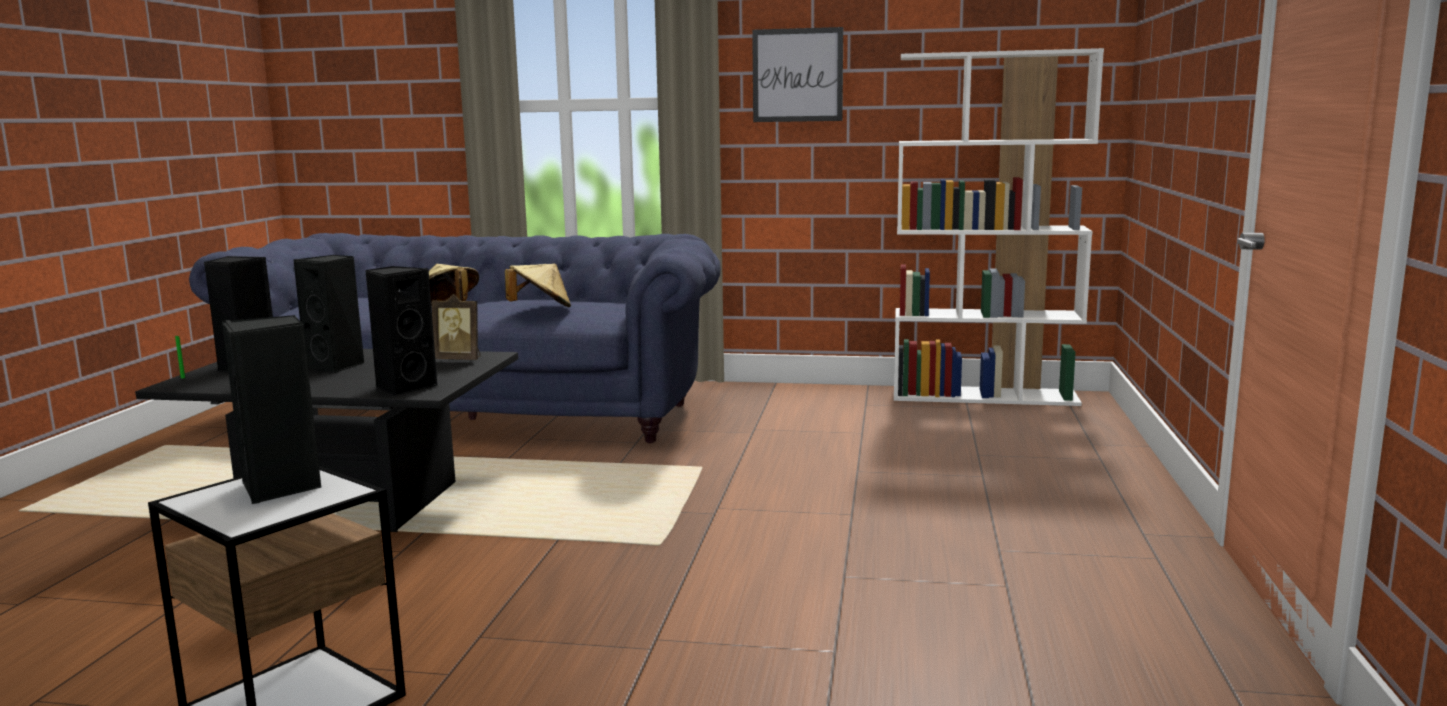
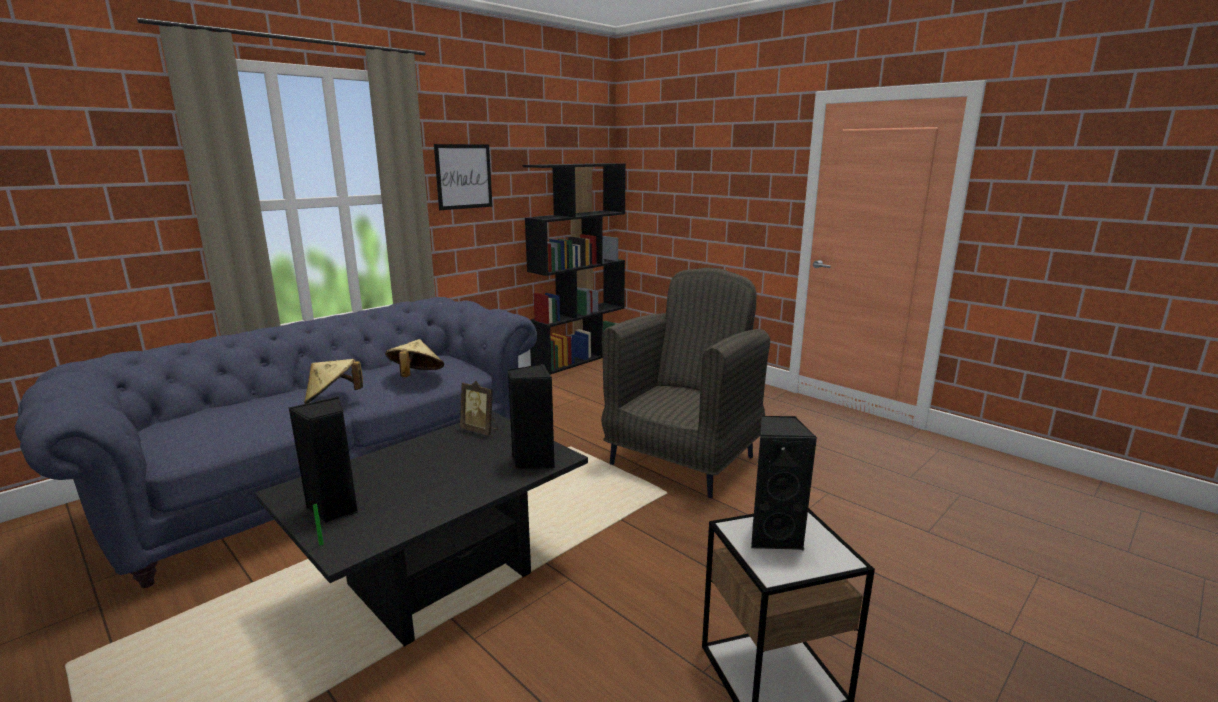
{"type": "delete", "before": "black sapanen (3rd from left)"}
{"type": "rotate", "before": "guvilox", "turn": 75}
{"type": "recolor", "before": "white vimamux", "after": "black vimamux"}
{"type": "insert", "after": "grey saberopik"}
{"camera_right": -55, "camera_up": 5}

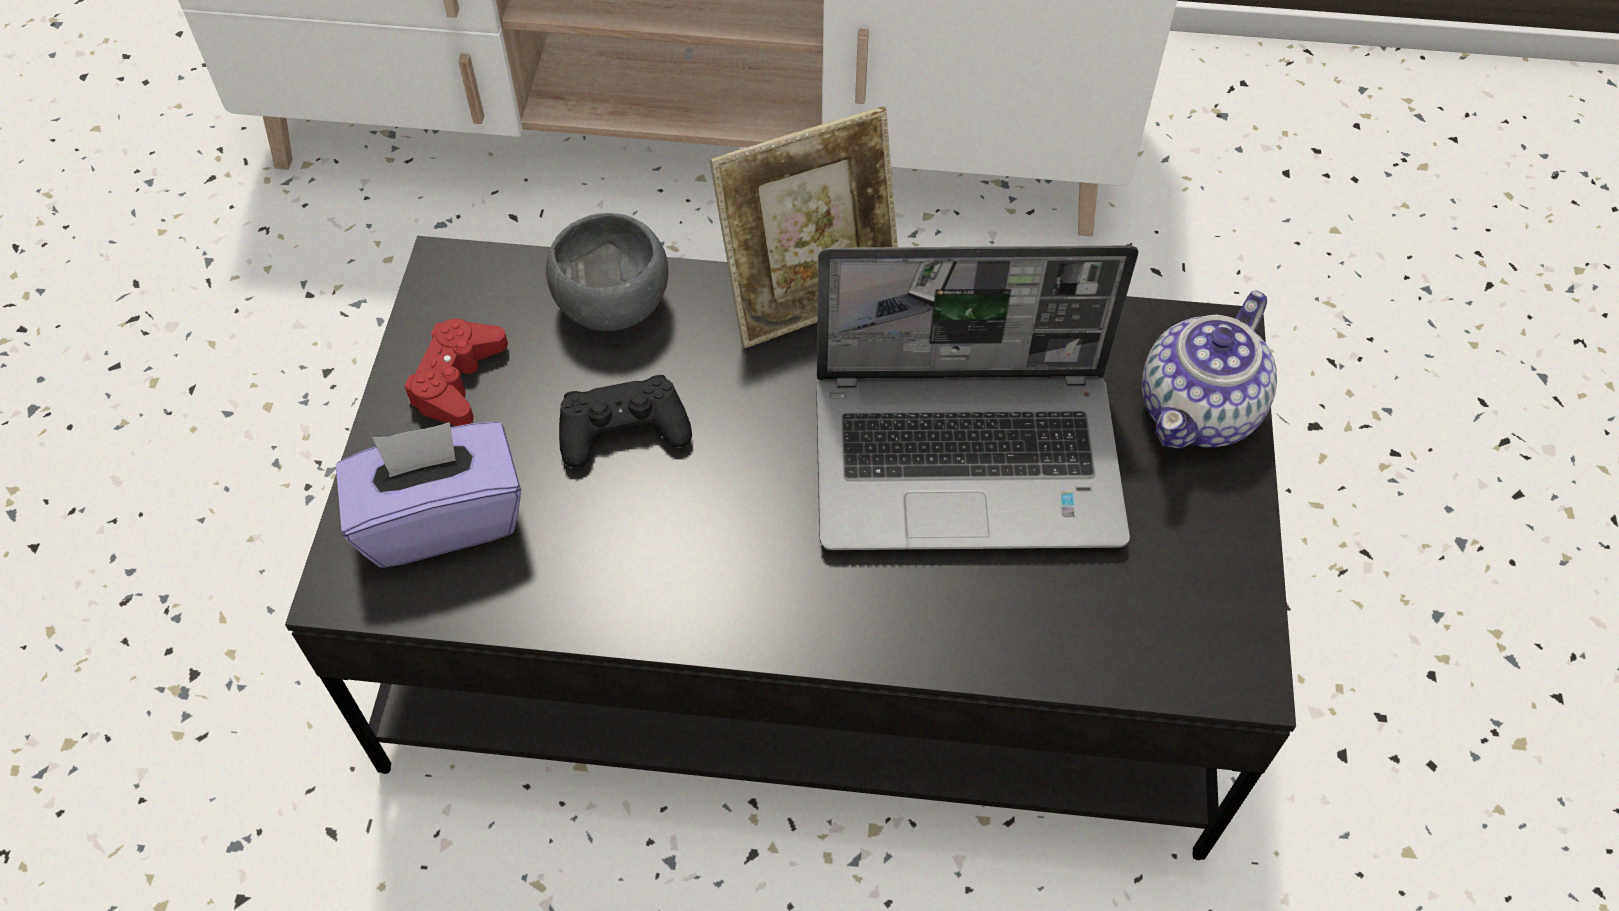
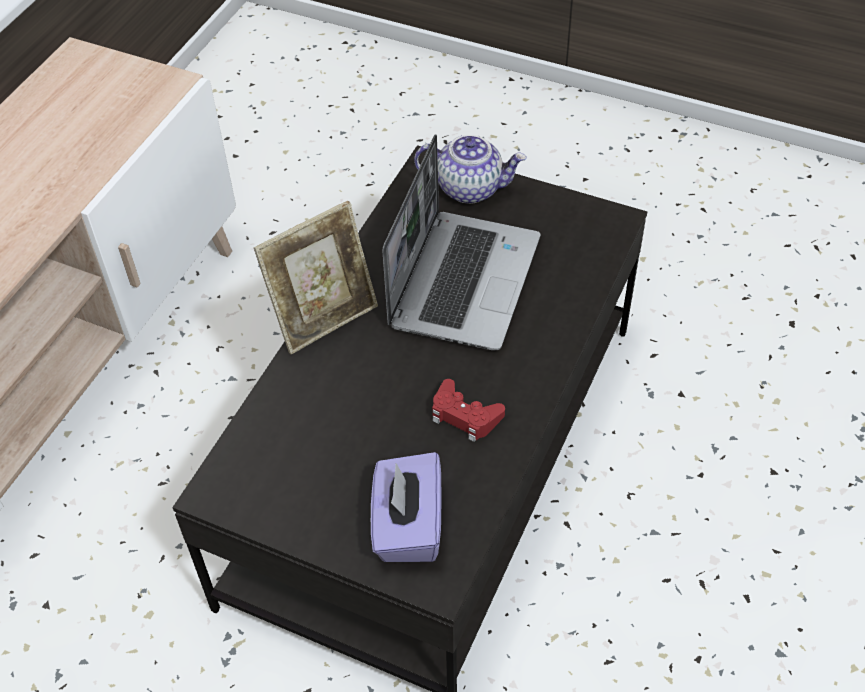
{"type": "move", "before": "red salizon"}
{"type": "delete", "before": "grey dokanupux"}
{"type": "delete", "before": "black salizon"}
{"type": "rotate", "before": "guvilox", "turn": 60}
{"type": "rotate", "before": "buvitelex", "turn": -45}
{"camera_right": -70, "camera_up": -5}

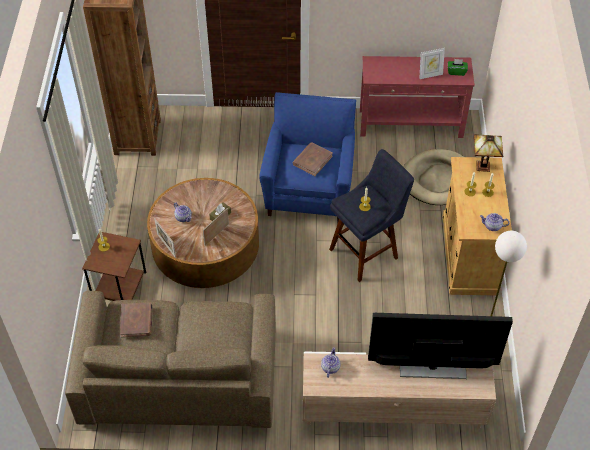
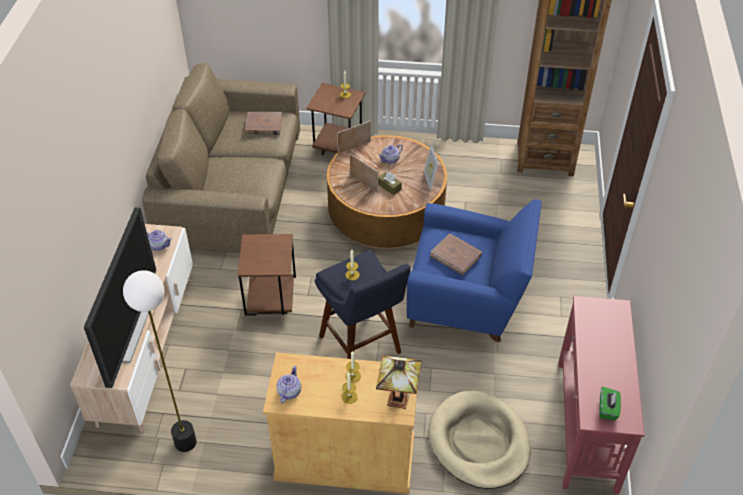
{"type": "move", "before": "guvilox (3rd from left)"}
{"type": "insert", "after": "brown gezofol (1st from left)"}
{"camera_right": 95, "camera_up": -5}

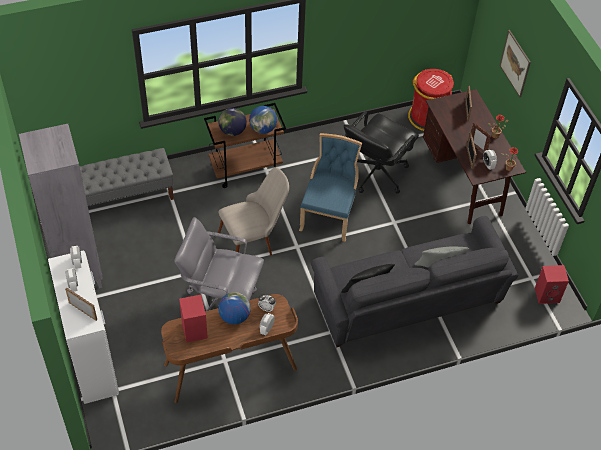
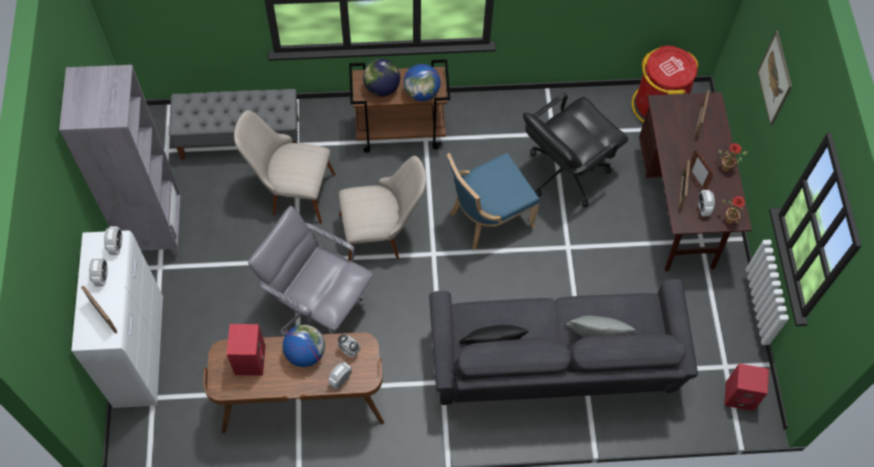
{"type": "rotate", "before": "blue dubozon", "turn": -150}
{"type": "insert", "after": "beige dubozon (1st from left)"}
{"camera_right": 15, "camera_up": 10}

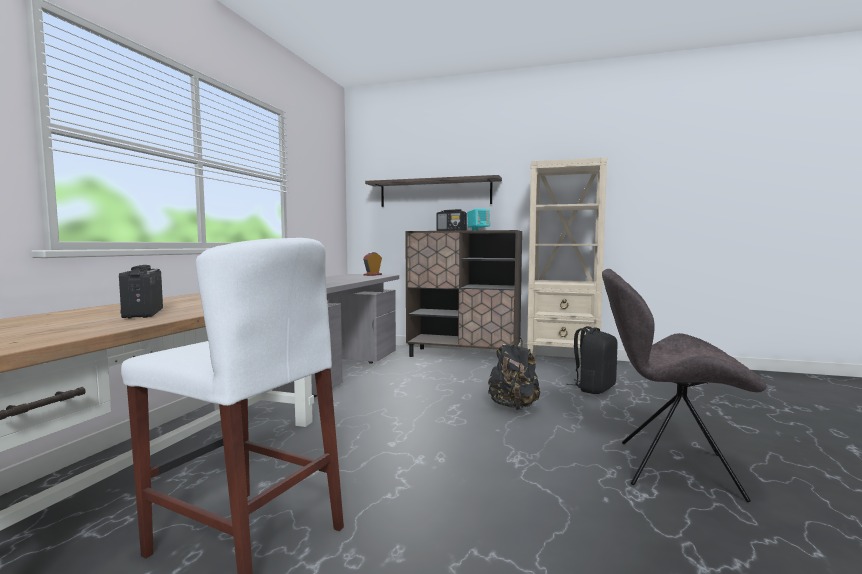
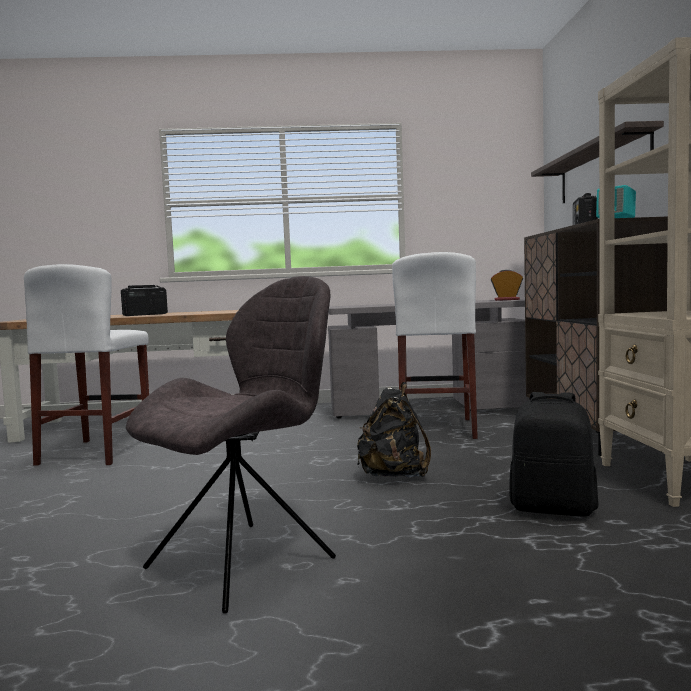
{"type": "rotate", "before": "grey dubozon", "turn": 45}
{"type": "insert", "after": "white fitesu (2nd from left)"}
{"camera_right": 70, "camera_up": 0}

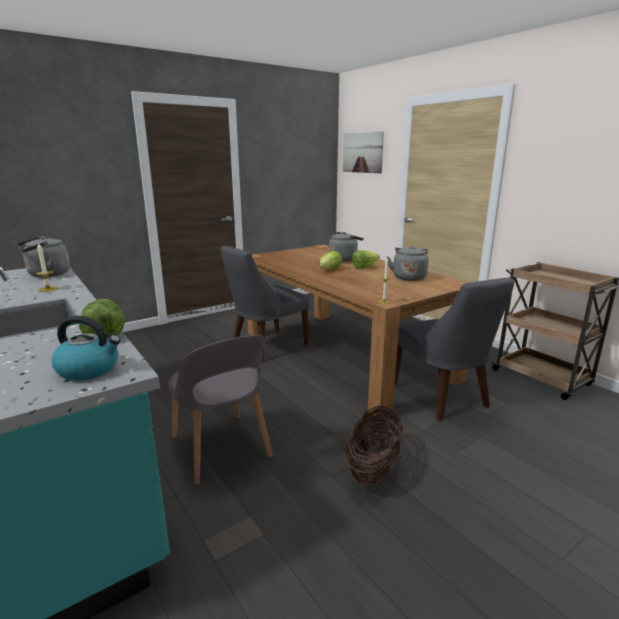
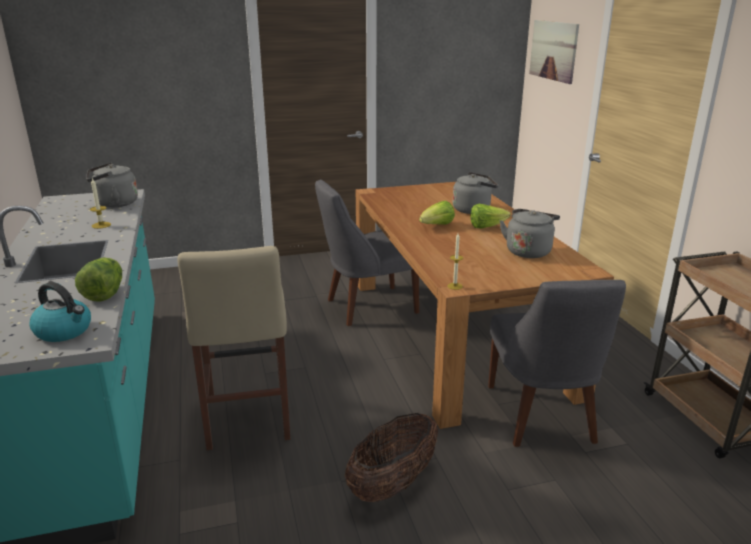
{"type": "replace", "before": "grey dubozon (1st from left)", "after": "beige fitesu"}
{"camera_right": 20, "camera_up": 5}

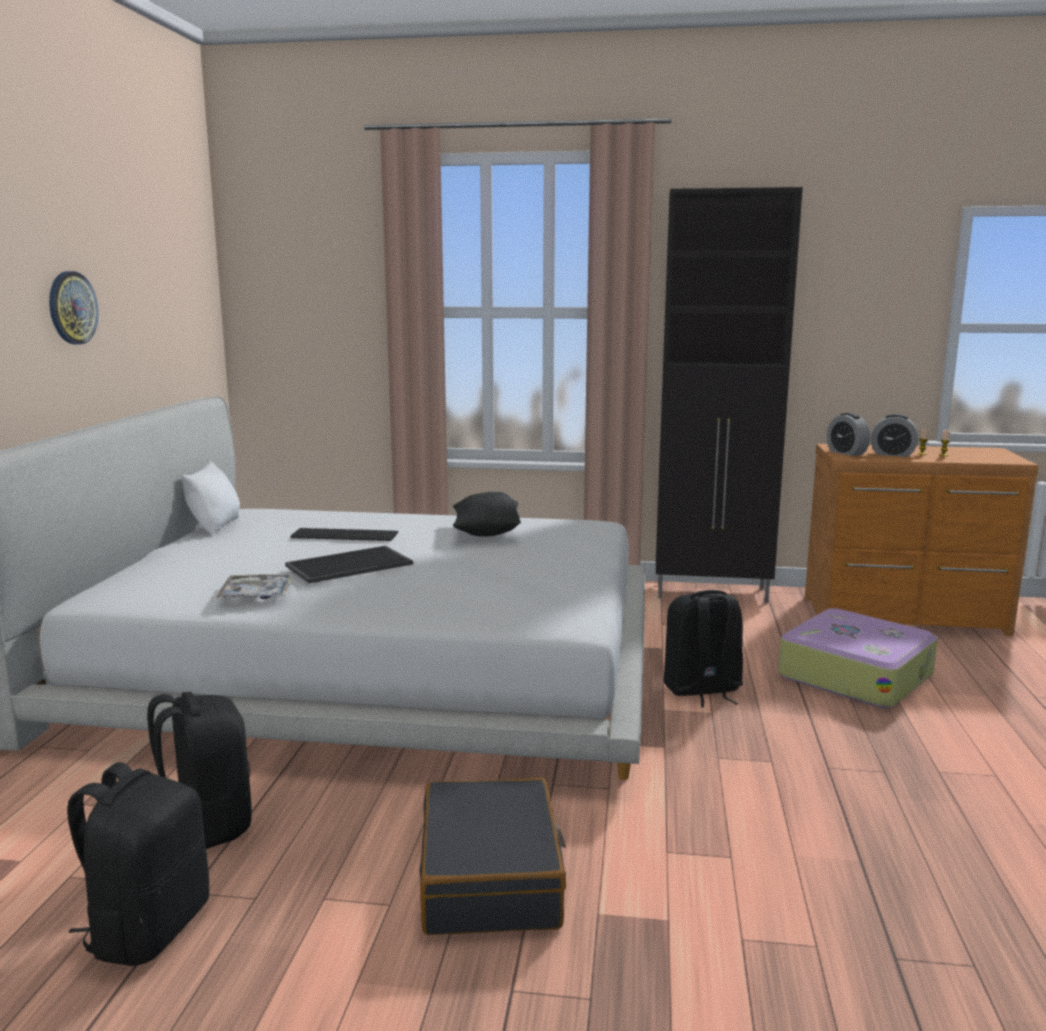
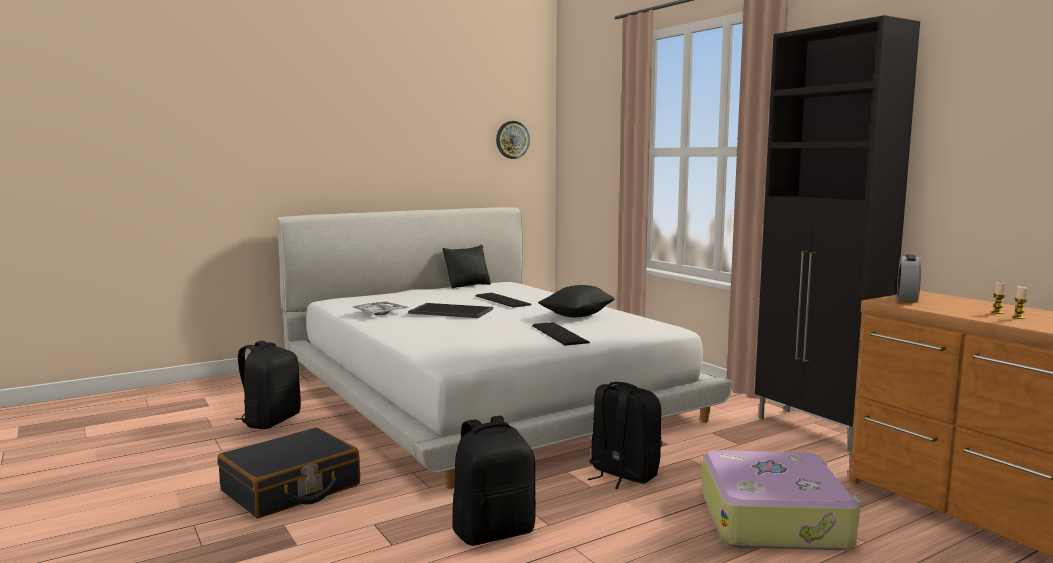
{"type": "move", "before": "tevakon"}
{"type": "move", "before": "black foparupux (1st from left in the first image)", "after": "black foparupux (2nd from left)"}
{"type": "recolor", "before": "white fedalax", "after": "black fedalax (1st from left)"}
{"type": "delete", "before": "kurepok (2nd from left)"}
{"type": "insert", "after": "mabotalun (2nd from left)"}
{"camera_right": 50, "camera_up": -5}

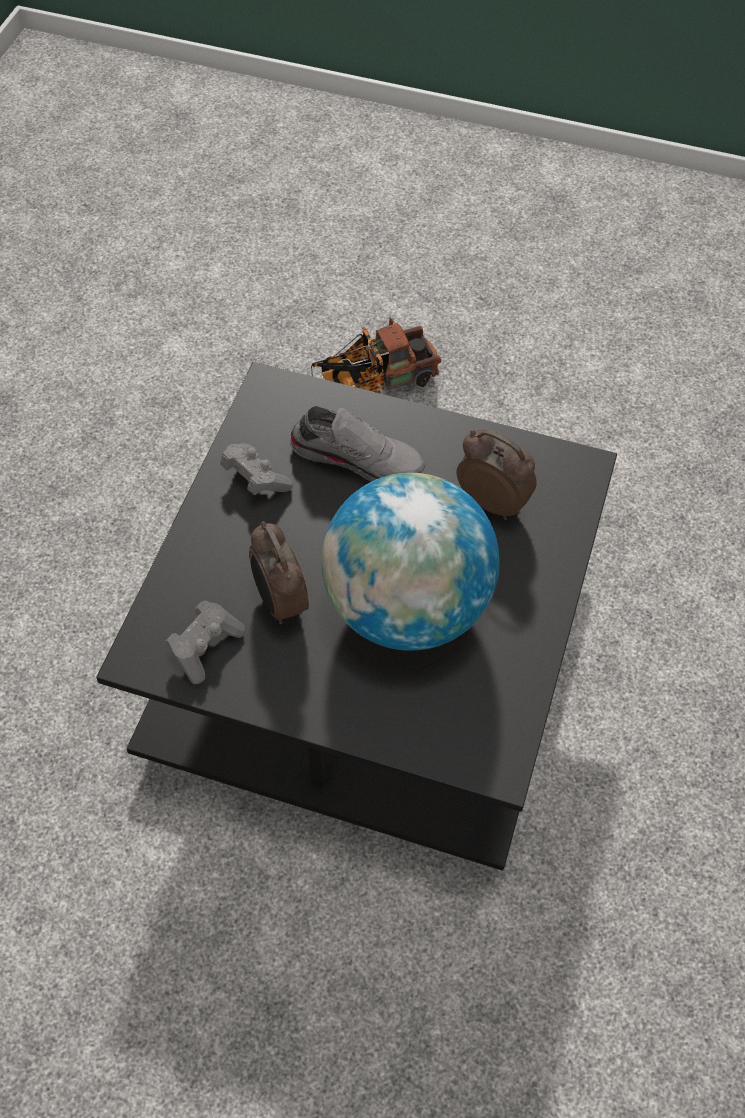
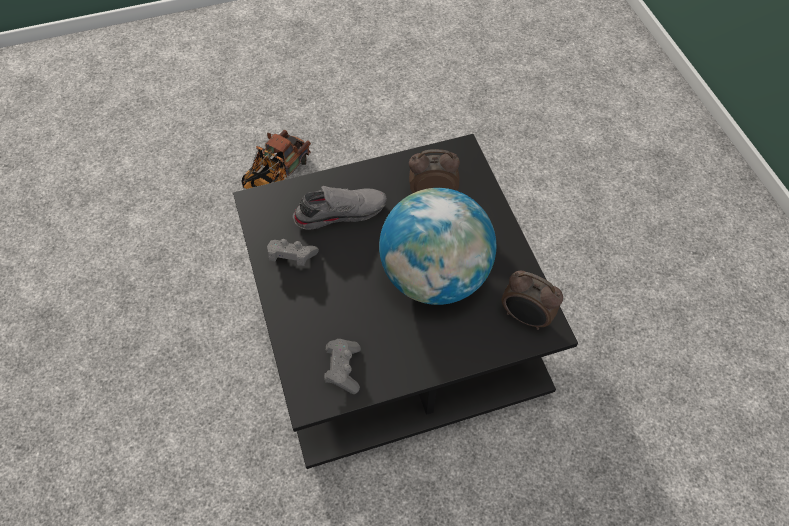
{"type": "move", "before": "kurepok (1st from left in the first image)", "after": "kurepok (2nd from left)"}
{"camera_right": -35, "camera_up": 0}

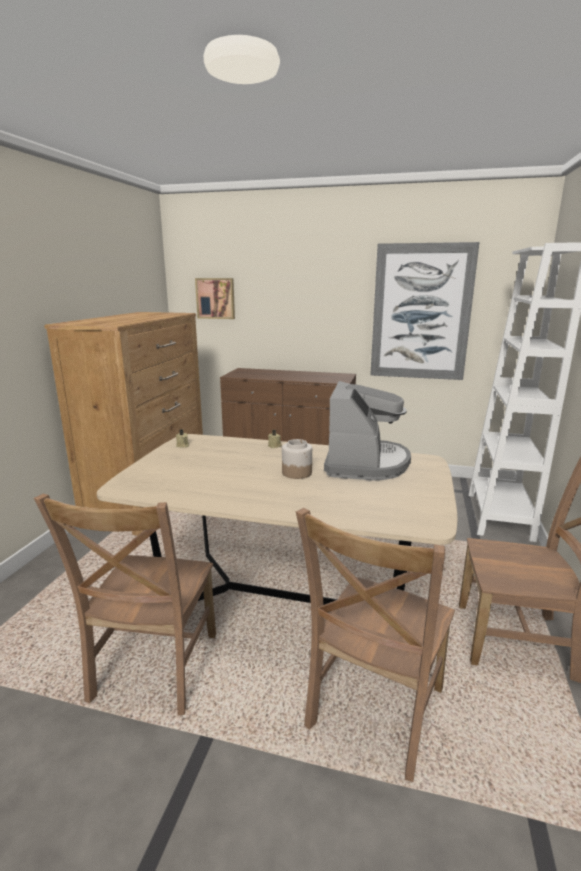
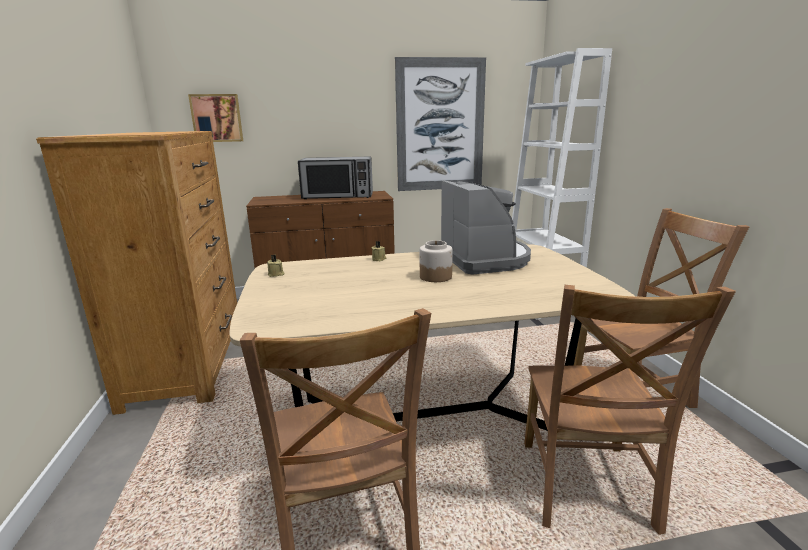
{"type": "insert", "after": "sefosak"}
{"camera_right": -25, "camera_up": 0}

